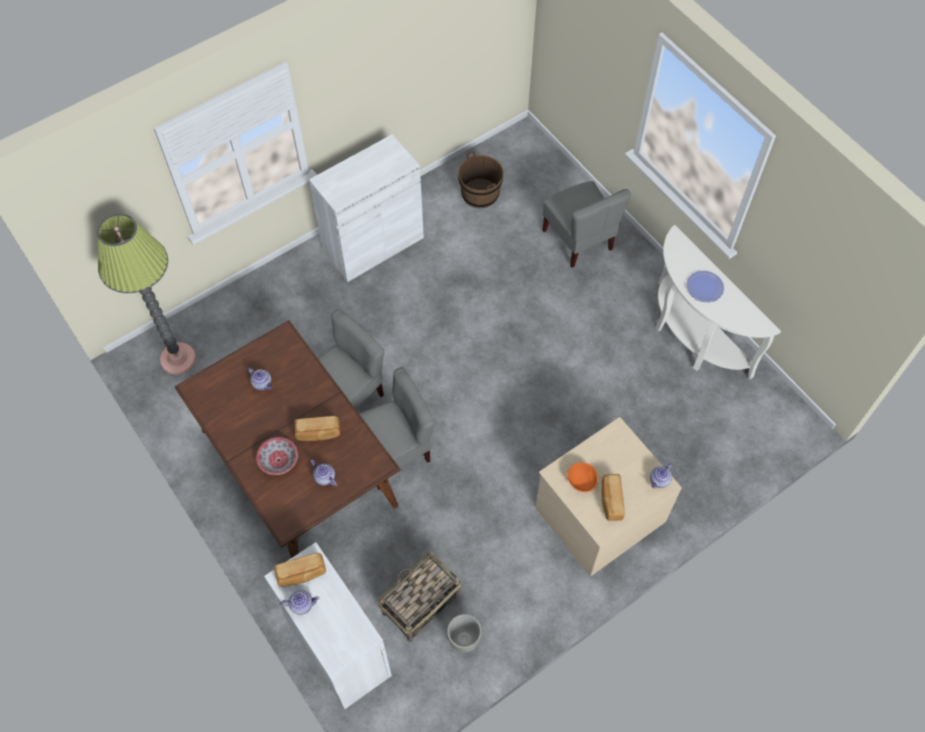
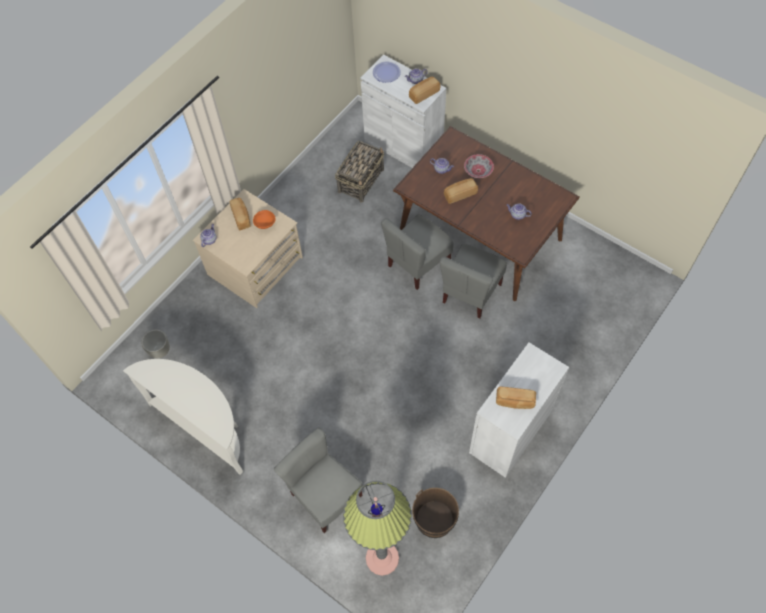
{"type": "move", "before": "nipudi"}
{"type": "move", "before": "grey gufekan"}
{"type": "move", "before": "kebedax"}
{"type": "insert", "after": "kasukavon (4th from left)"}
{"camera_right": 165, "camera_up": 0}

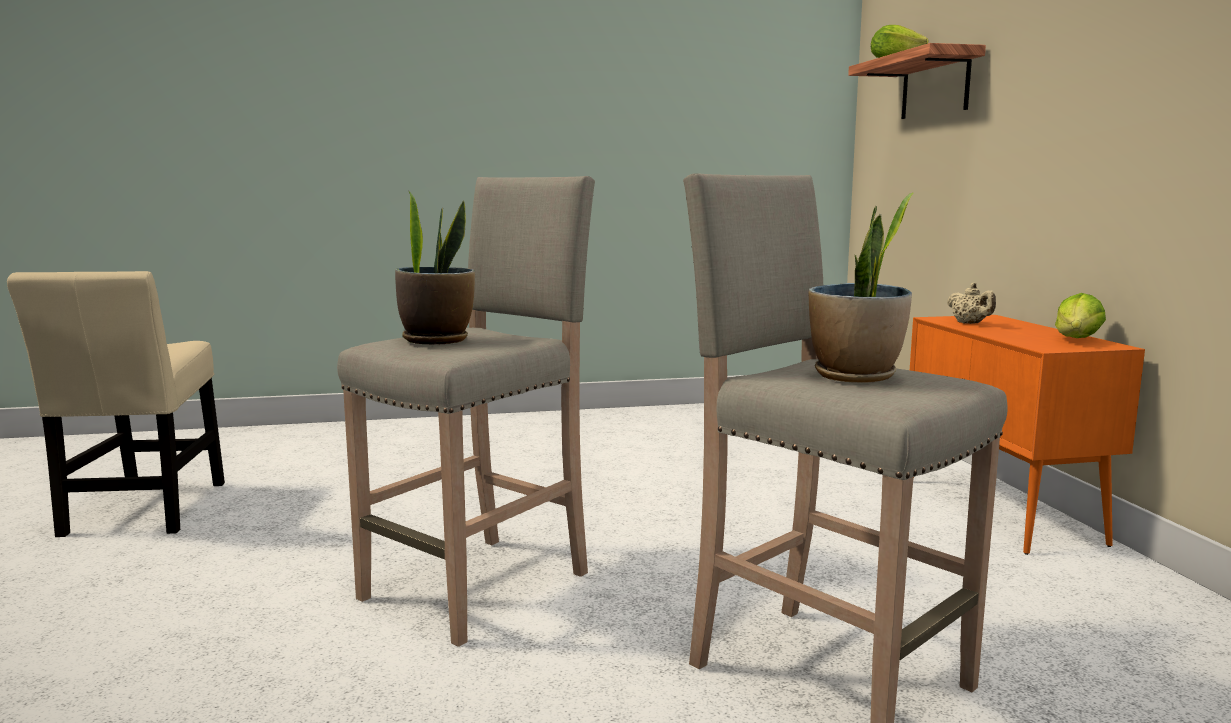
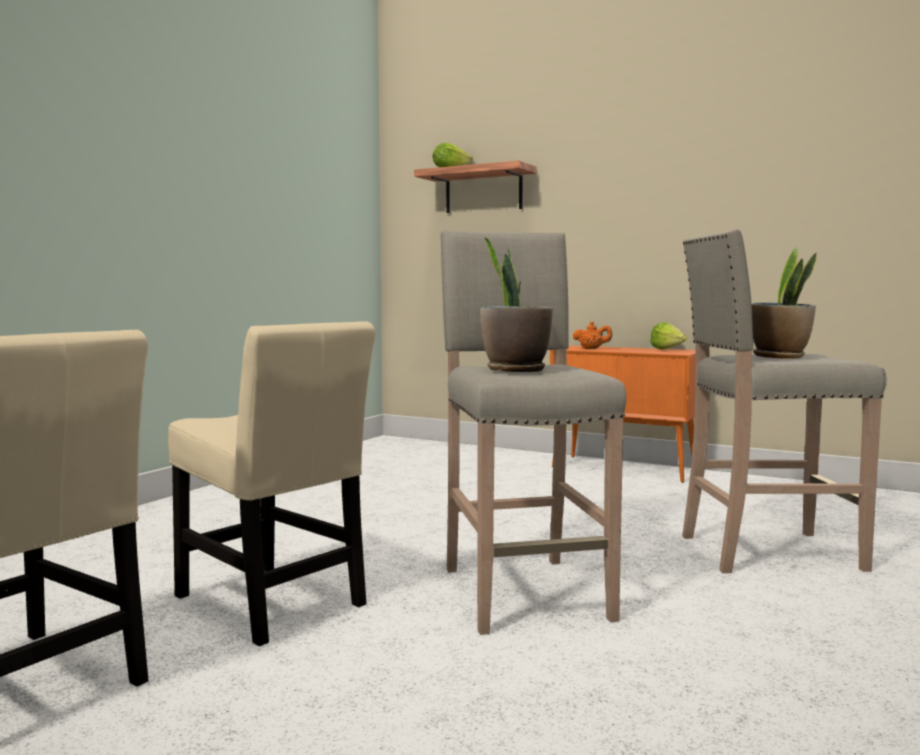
{"type": "recolor", "before": "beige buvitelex", "after": "orange buvitelex"}
{"type": "insert", "after": "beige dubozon (2nd from left)"}
{"camera_right": -50, "camera_up": -5}

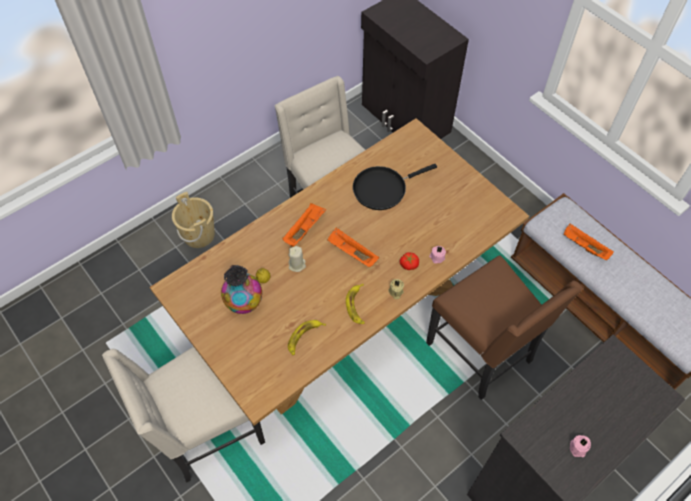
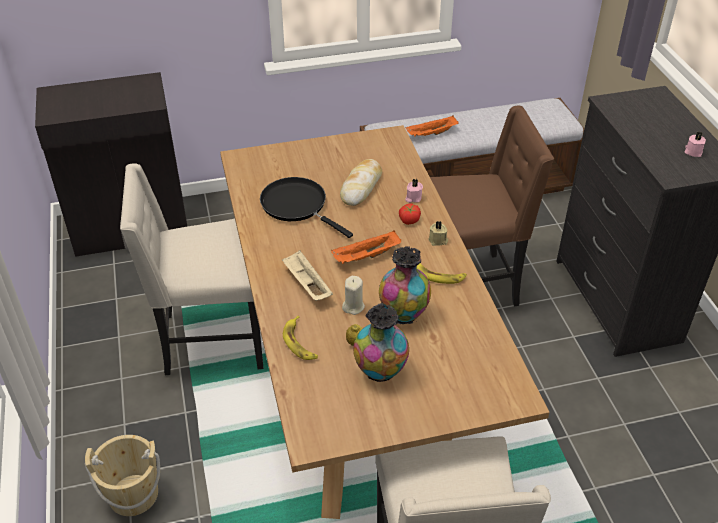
{"type": "recolor", "before": "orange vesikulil (1st from left)", "after": "beige vesikulil"}
{"type": "move", "before": "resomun (1st from left)"}
{"type": "rotate", "before": "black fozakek", "turn": 135}
{"type": "insert", "after": "kasukavon"}
{"type": "insert", "after": "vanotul (2nd from left)"}
{"camera_right": -65, "camera_up": -15}

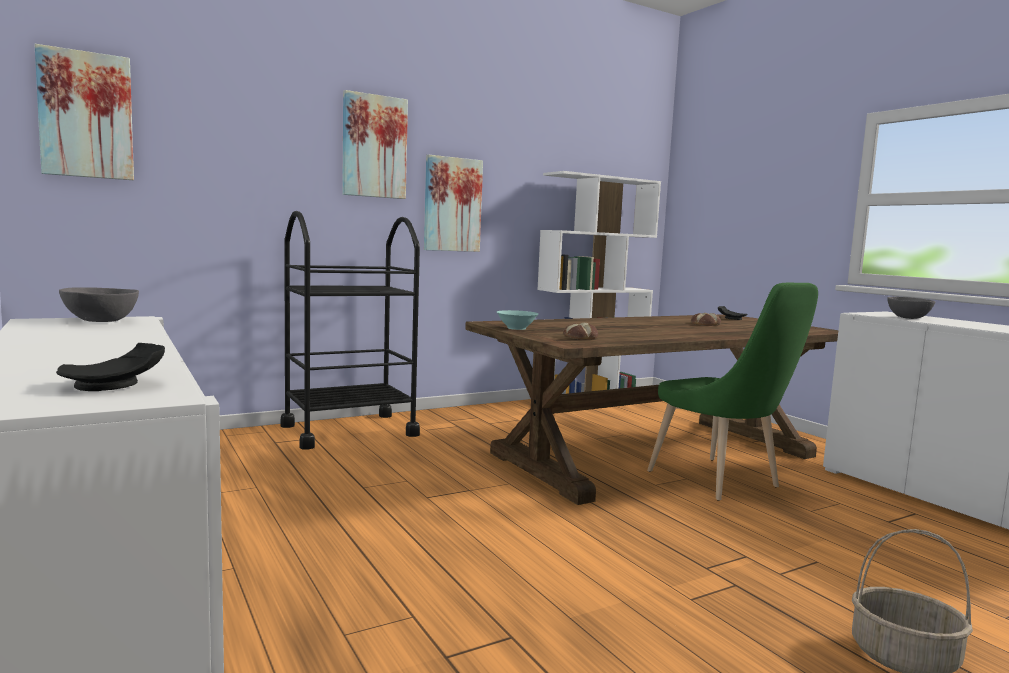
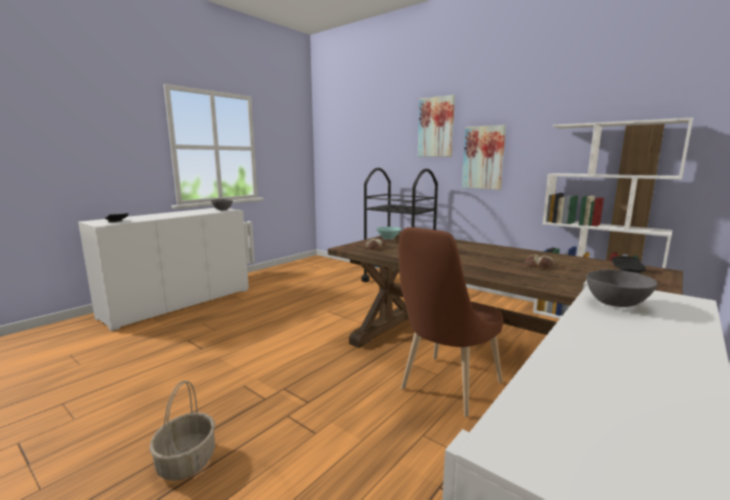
{"type": "delete", "before": "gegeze (1st from left)"}
{"type": "recolor", "before": "green dubozon", "after": "brown dubozon"}
{"camera_right": 70, "camera_up": 5}

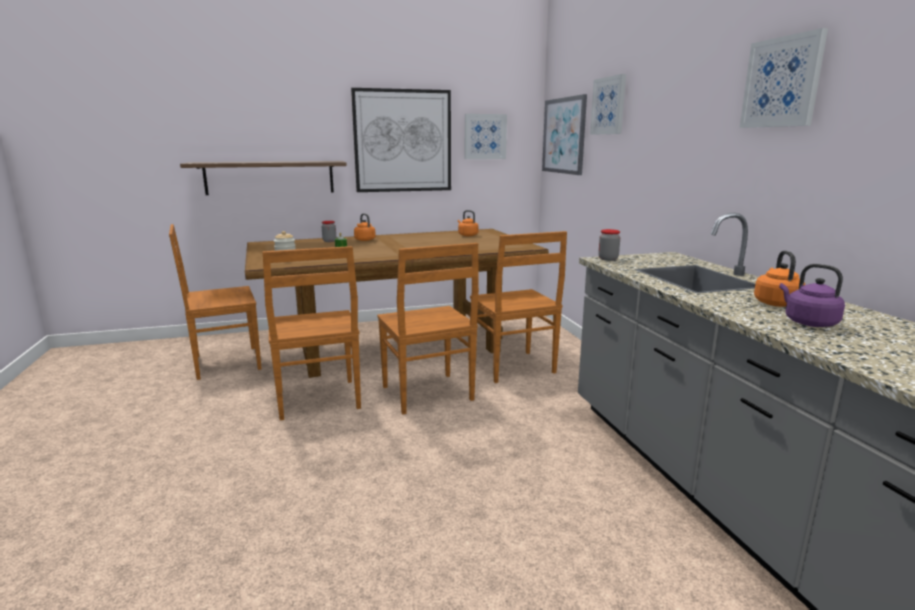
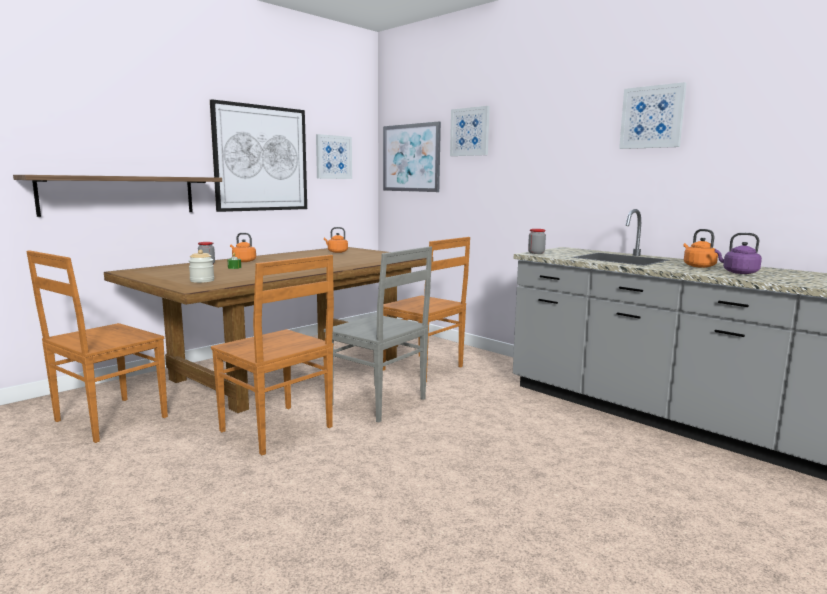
{"type": "recolor", "before": "brown dubozon (3rd from left)", "after": "grey dubozon"}
{"camera_right": -30, "camera_up": -5}

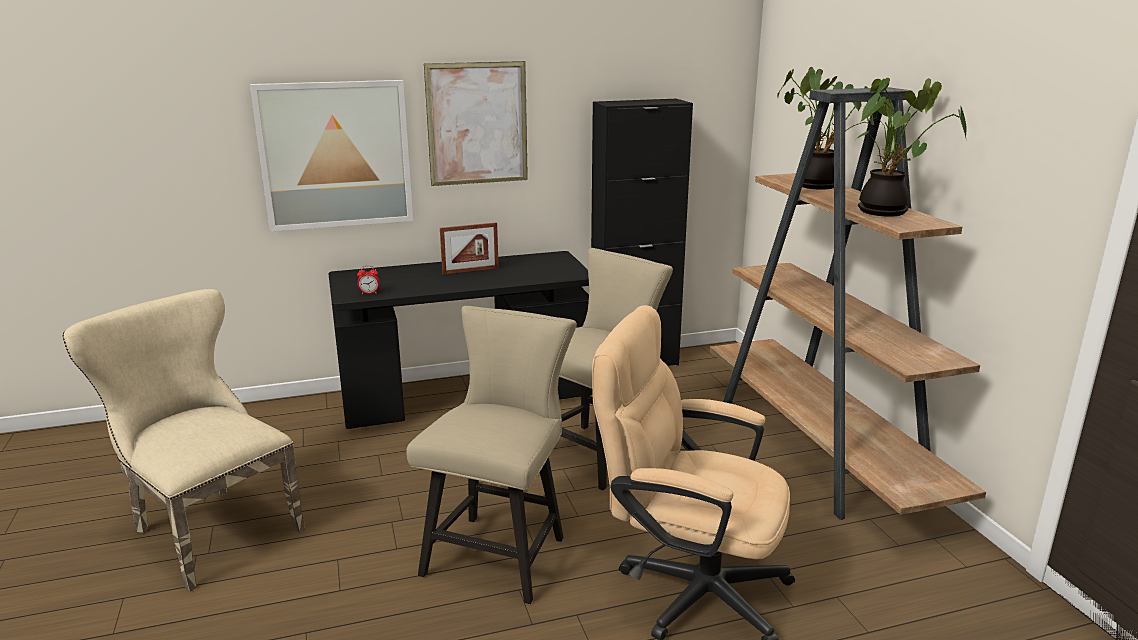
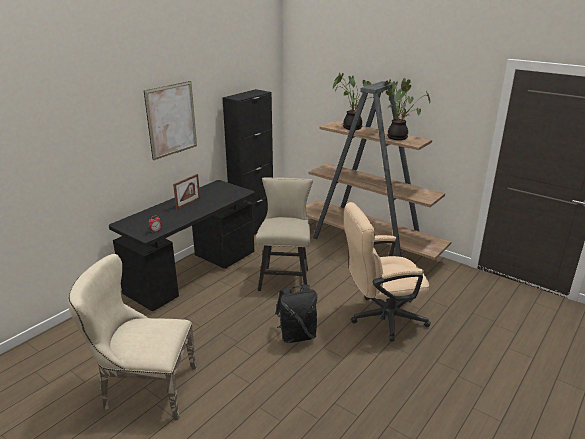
{"type": "delete", "before": "gegeze (1st from left)"}
{"type": "replace", "before": "beige dubozon (2nd from left)", "after": "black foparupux"}
{"camera_right": -35, "camera_up": 5}

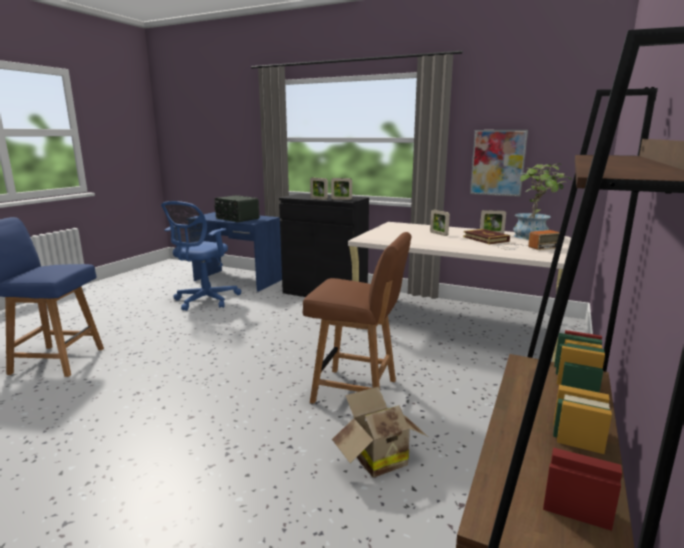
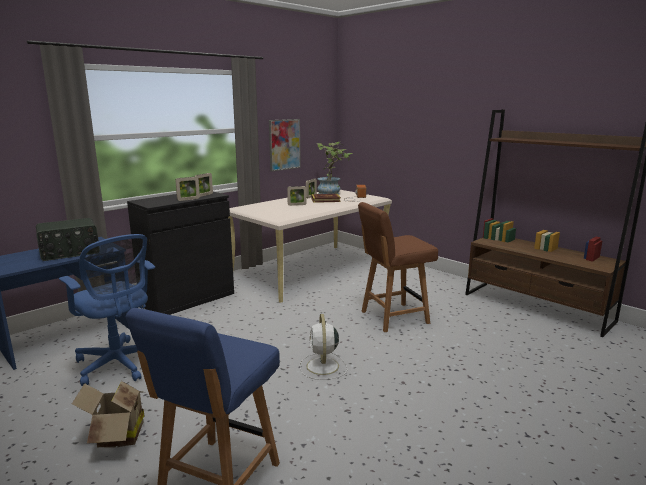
{"type": "rotate", "before": "brown dubozon", "turn": -150}
{"type": "move", "before": "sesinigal"}
{"type": "insert", "after": "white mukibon"}
{"camera_right": -70, "camera_up": 0}

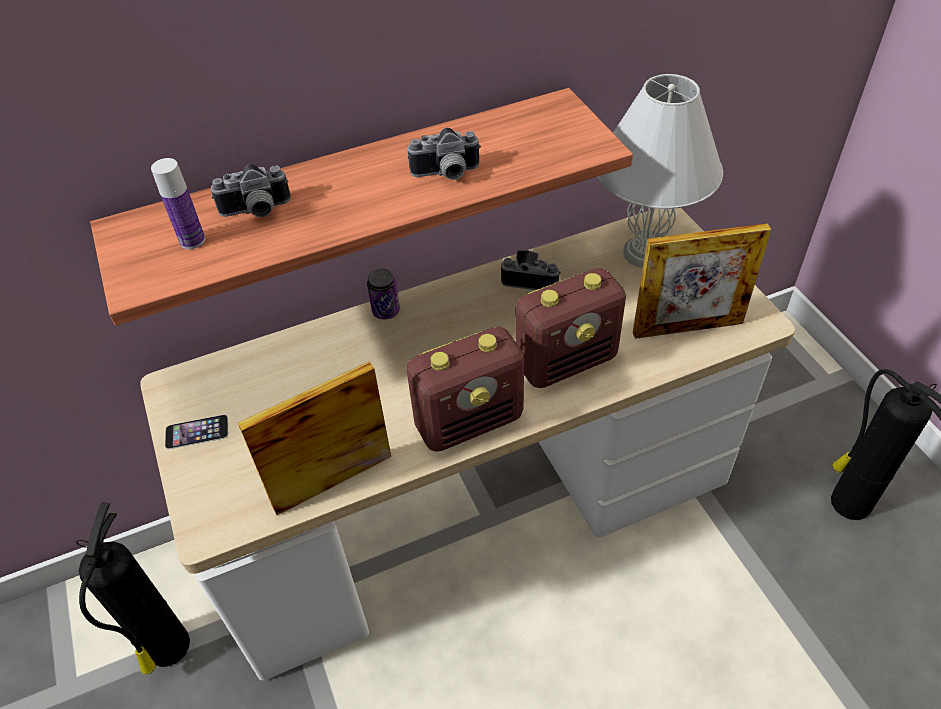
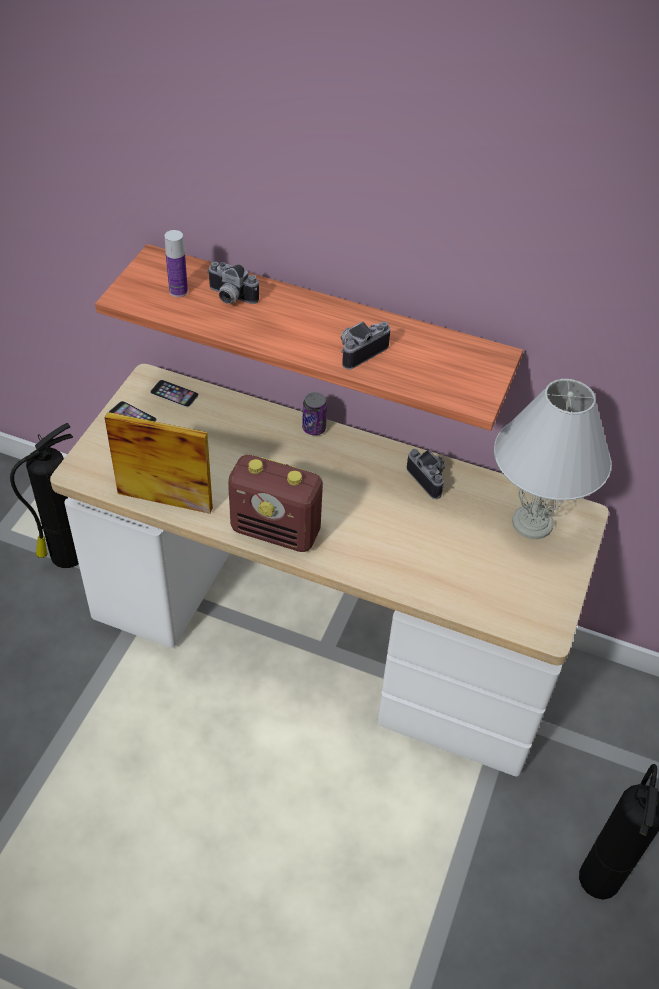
{"type": "rotate", "before": "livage (2nd from left)", "turn": 105}
{"type": "delete", "before": "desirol (2nd from left)"}
{"type": "delete", "before": "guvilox (2nd from left)"}
{"type": "insert", "after": "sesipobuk (2nd from left)"}
{"camera_right": 40, "camera_up": 0}

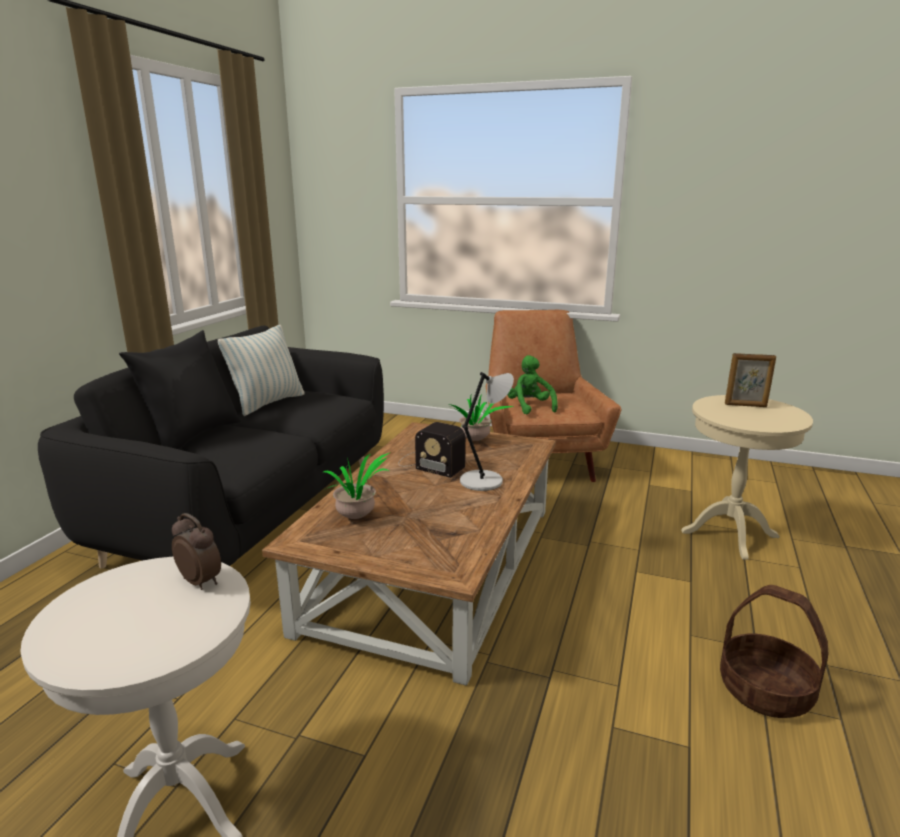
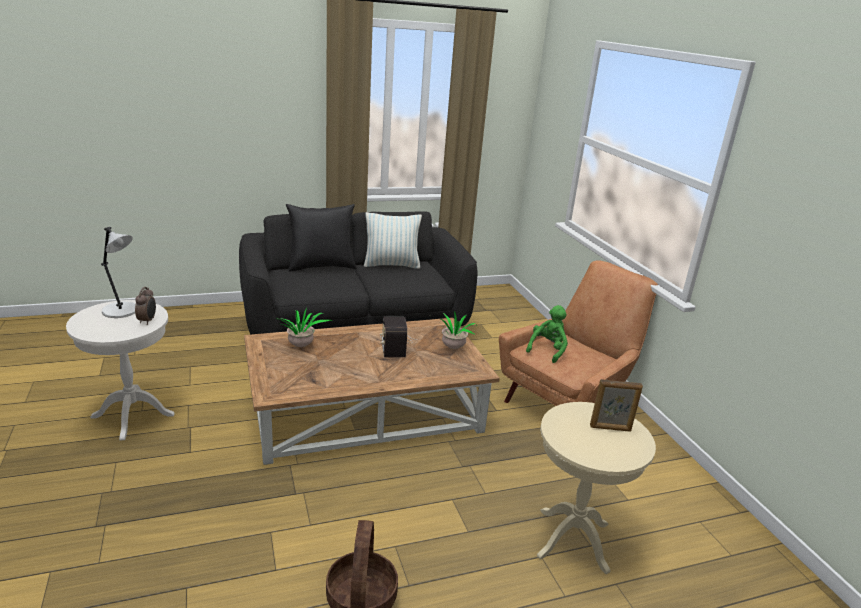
{"type": "move", "before": "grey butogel"}
{"type": "rotate", "before": "guvilox", "turn": -60}
{"camera_right": 50, "camera_up": 5}

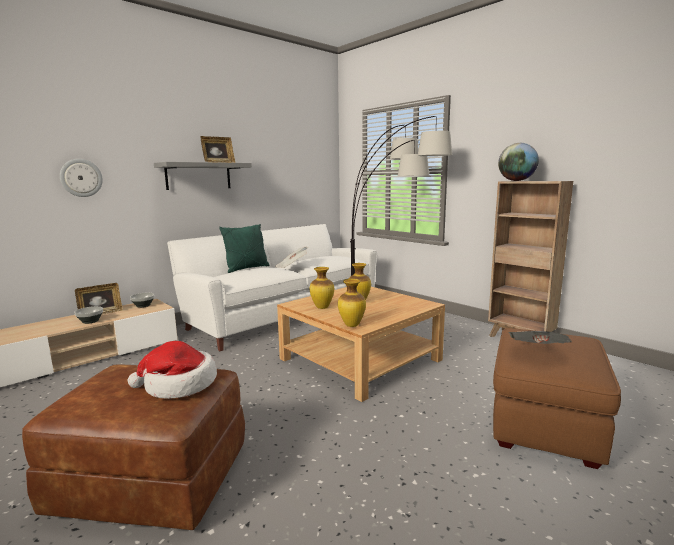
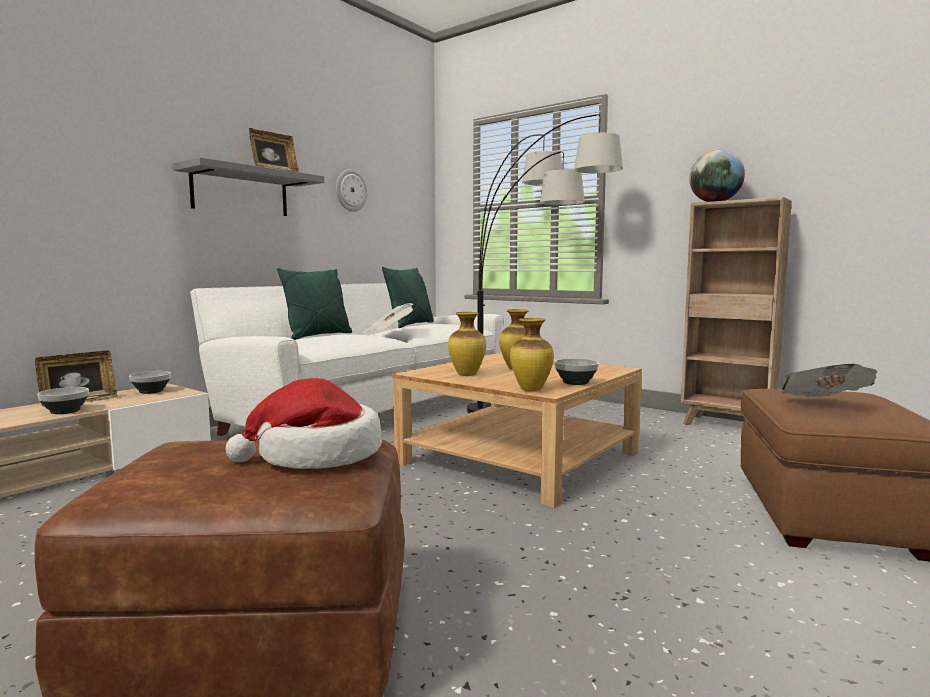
{"type": "move", "before": "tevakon"}
{"type": "insert", "after": "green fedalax (2nd from left)"}
{"type": "insert", "after": "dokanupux (3rd from left)"}
{"camera_right": -10, "camera_up": -5}

